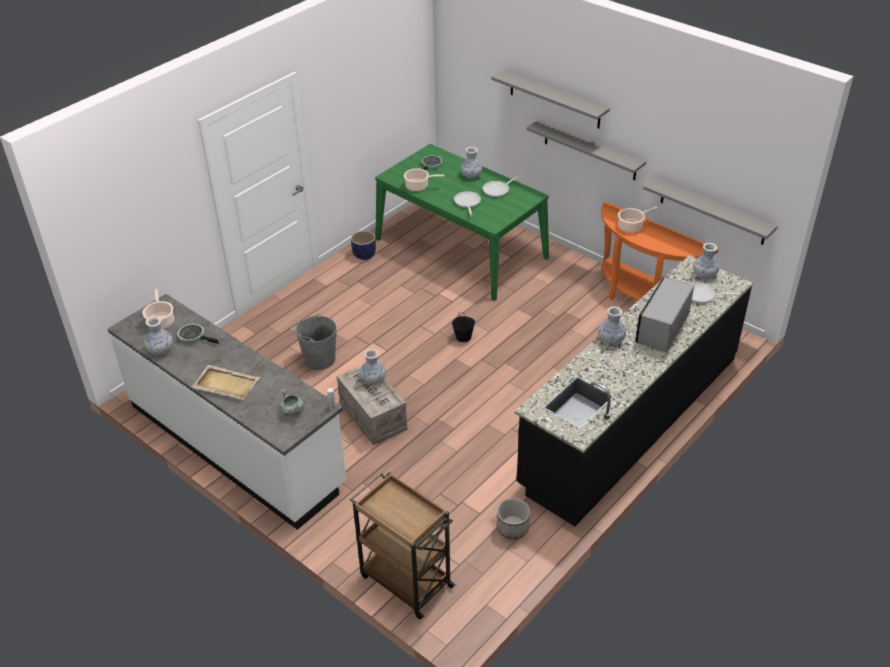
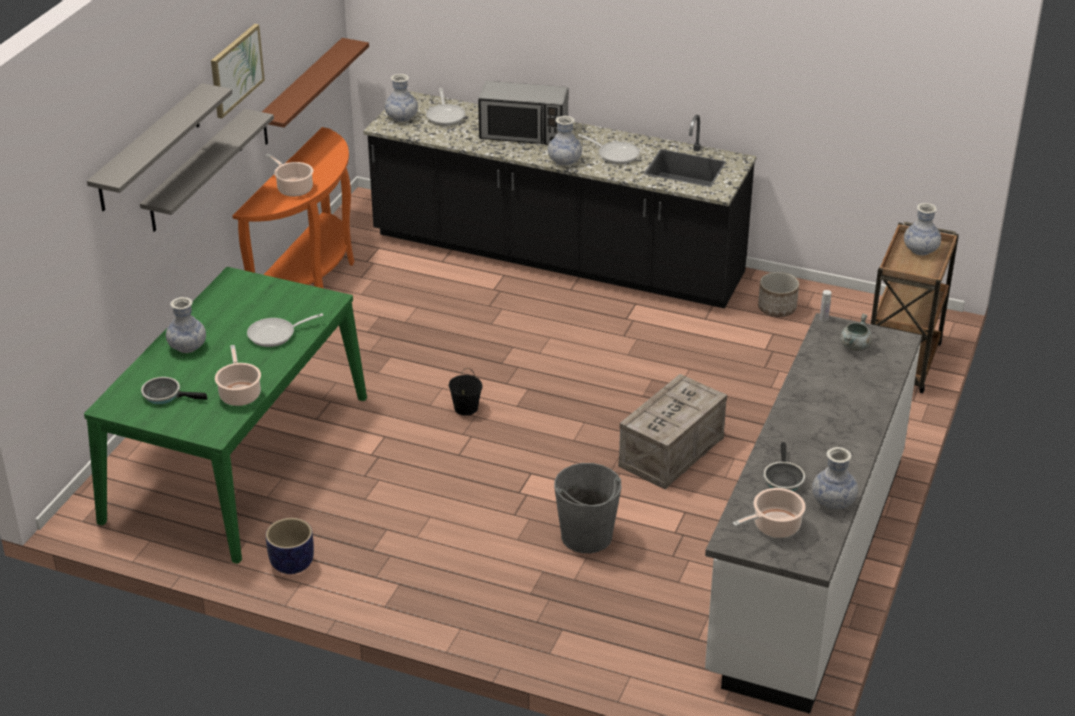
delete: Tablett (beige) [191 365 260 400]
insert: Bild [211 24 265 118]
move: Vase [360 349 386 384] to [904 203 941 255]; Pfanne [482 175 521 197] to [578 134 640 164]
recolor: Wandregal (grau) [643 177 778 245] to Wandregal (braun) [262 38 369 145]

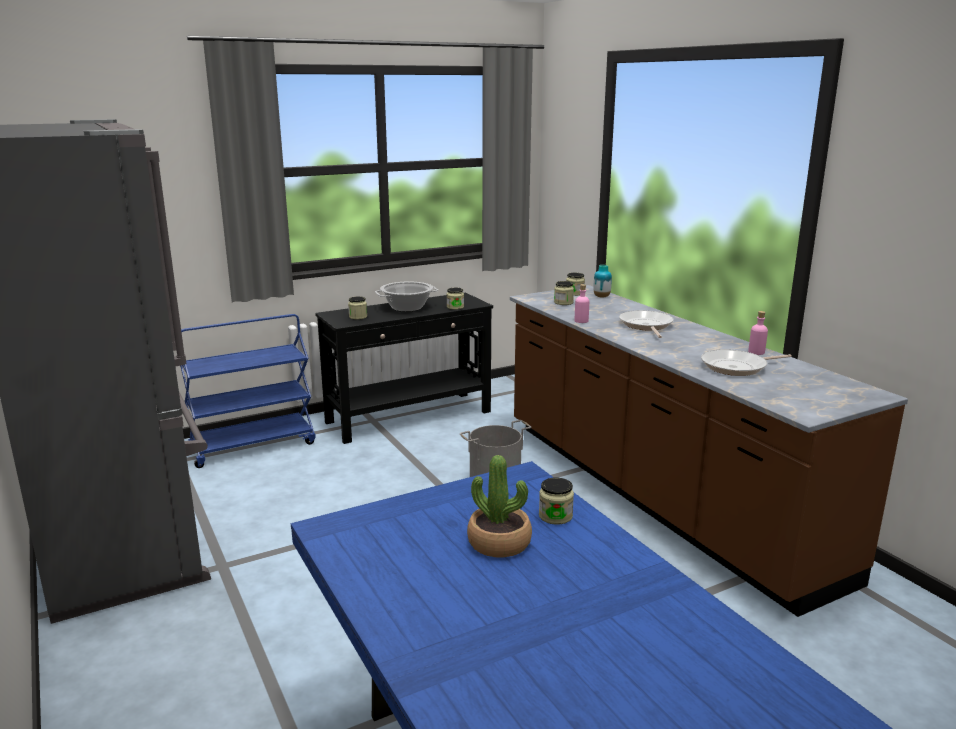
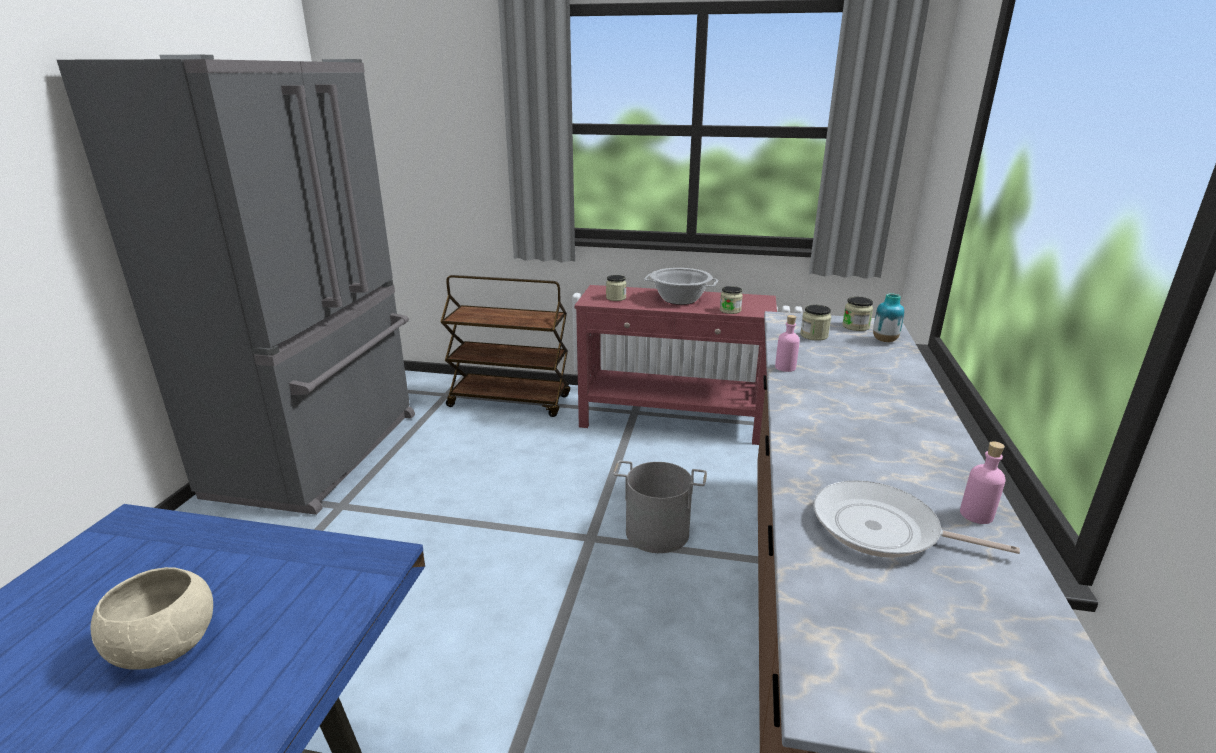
delete: Vorratsglas [539 478 574 525]; Pfanne [619 310 674 338]
replace: Topfpflanze [467 455 532 557] to Schüssel (beige) [90 567 213 669]
recolor: Rollwagen (blau) [180 314 316 468] to Rollwagen (braun) [441 275 570 417]; Konsolentisch (schwarz) [315 292 493 444] to Konsolentisch (rot) [574 285 777 445]

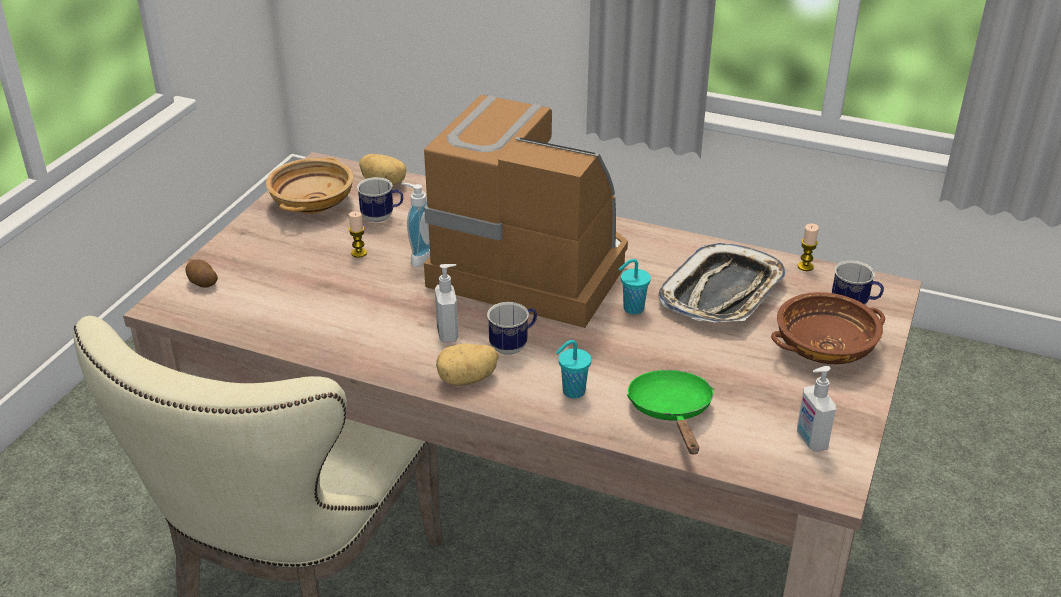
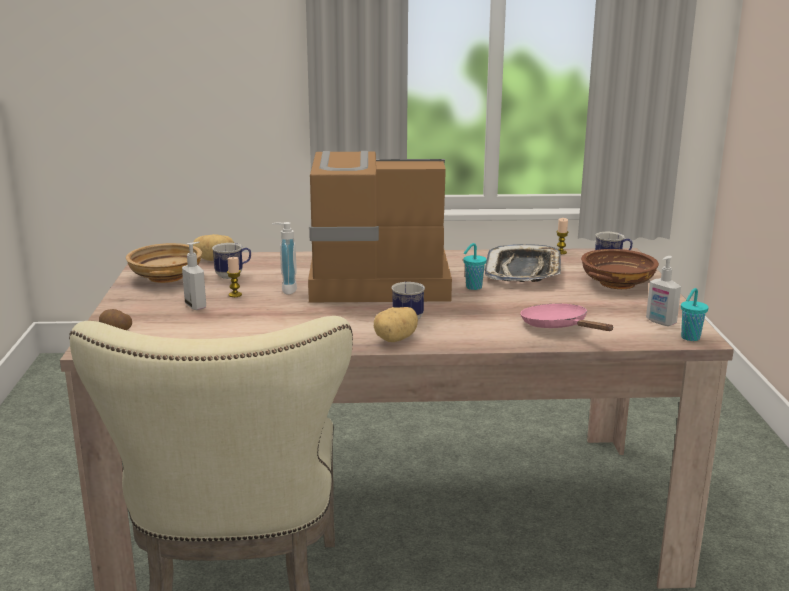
move: Seifenspender [435 264 458 343] to [182 242 206 310]; Tasse (türkis) [556 340 591 399] to [681 288 709 341]
recolor: Pfanne (grün) [627 370 714 454] to Pfanne (rosa) [520 304 614 331]

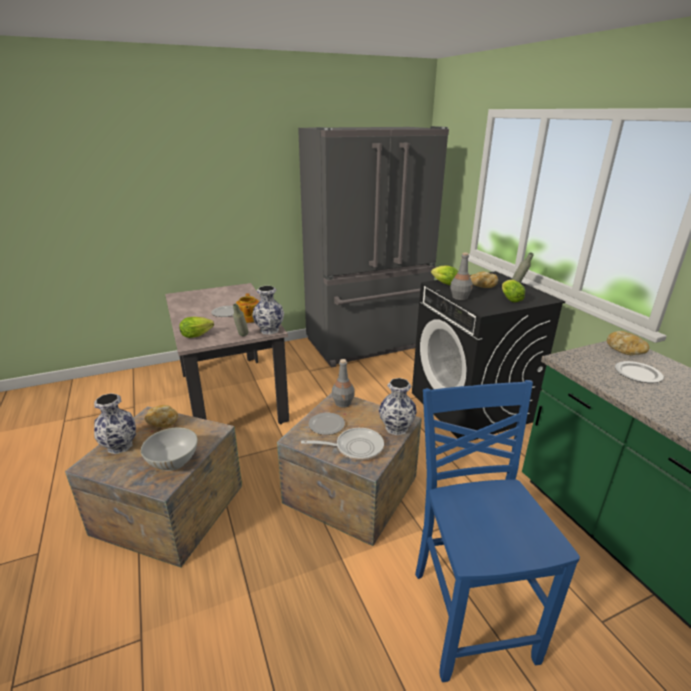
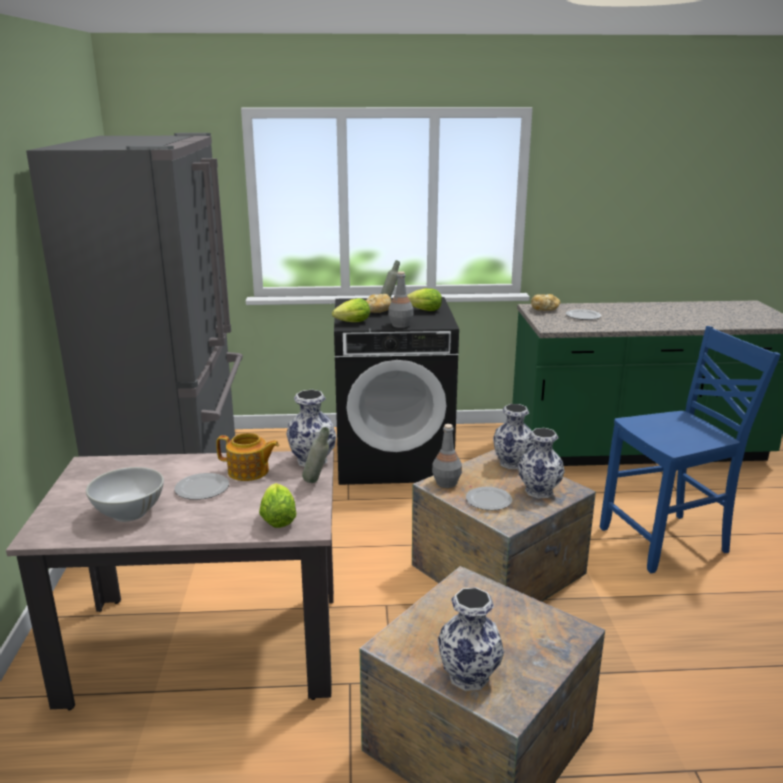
delete: Brot [145 405 178 428]
move: Schüssel (weiß) [141 428 198 471] to [86 467 164 522]
replace: Pfanne [301 428 384 460] to Vase [518 428 565 499]
rotate: Stuhl (blau) [415 380 580 682] = [600 326 781 573] 150 degrees clockwise

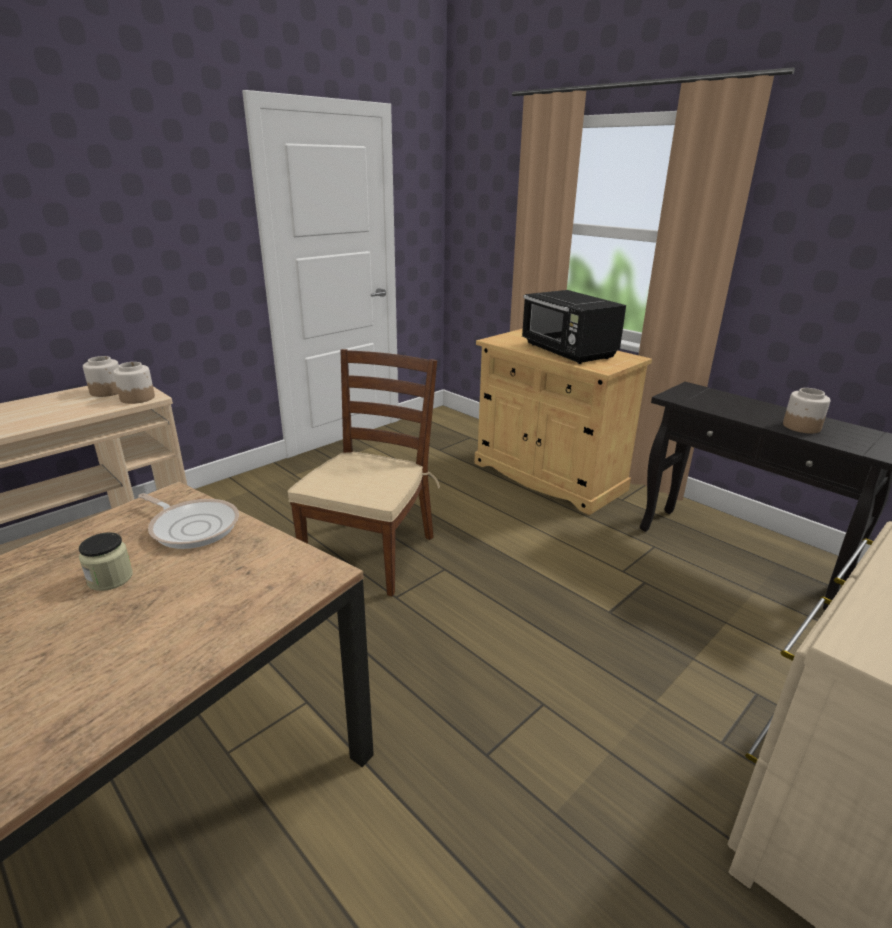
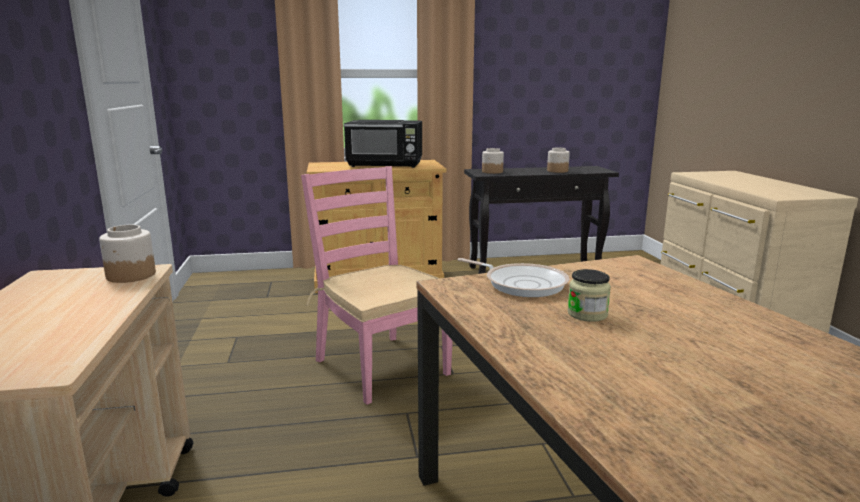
move: Vorratsglas [83 356 119 397] to [482 148 504 174]
recolor: Stuhl (braun) [288 349 440 597] to Stuhl (rosa) [301 166 453 405]
rotate: Pfanne [138 493 239 549] = [458 258 569 297] 60 degrees clockwise

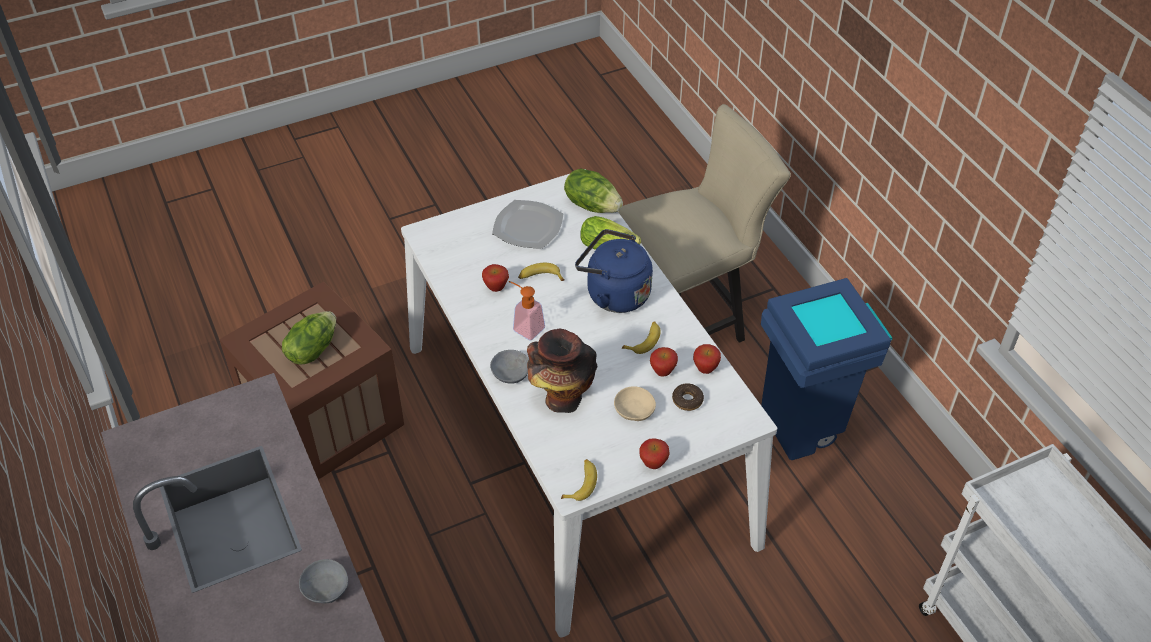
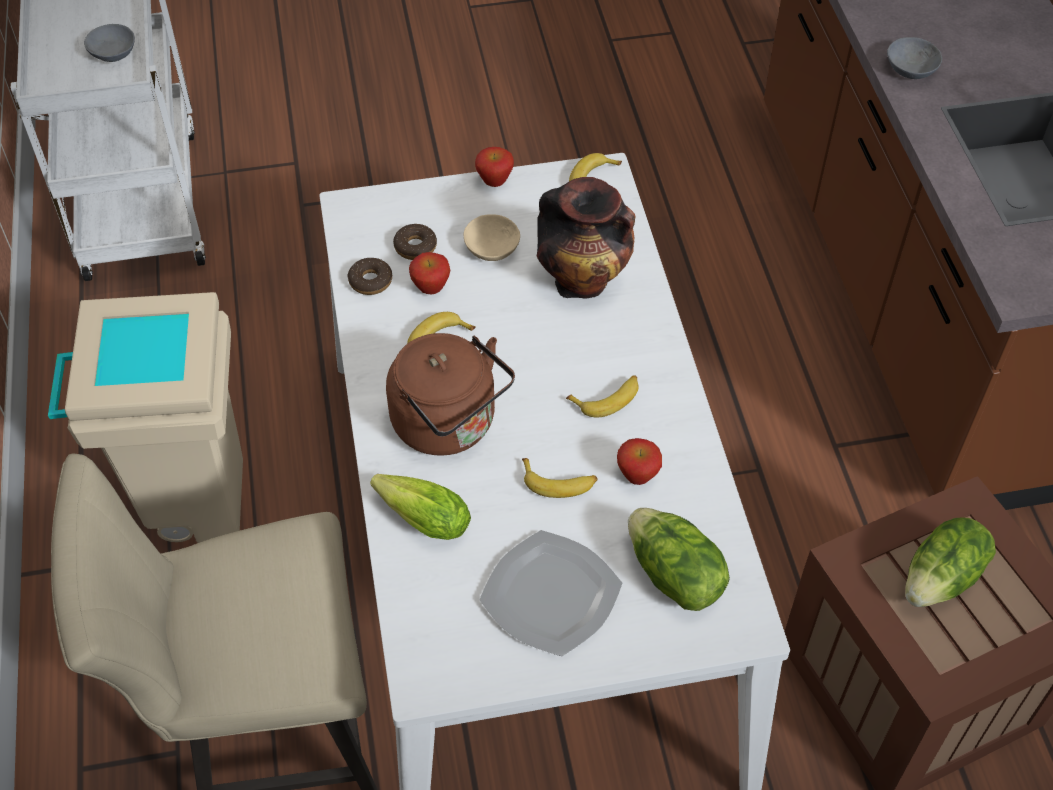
move: Schüssel (grau) [490 350 529 384] to [84 24 135 62]; Salatkopf [564 168 623 213] to [628 508 730 611]
replace: Seifenspender [509 281 545 341] to Banane [566 375 639 418]; Apfel [693 344 721 374] to Donut [348 258 392 295]
recolor: Wasserkessel (blau) [575 229 653 313] to Wasserkessel (braun) [386 333 515 456]; Mülleimer (blau) [761 278 892 460] to Mülleimer (beige) [48 292 243 543]

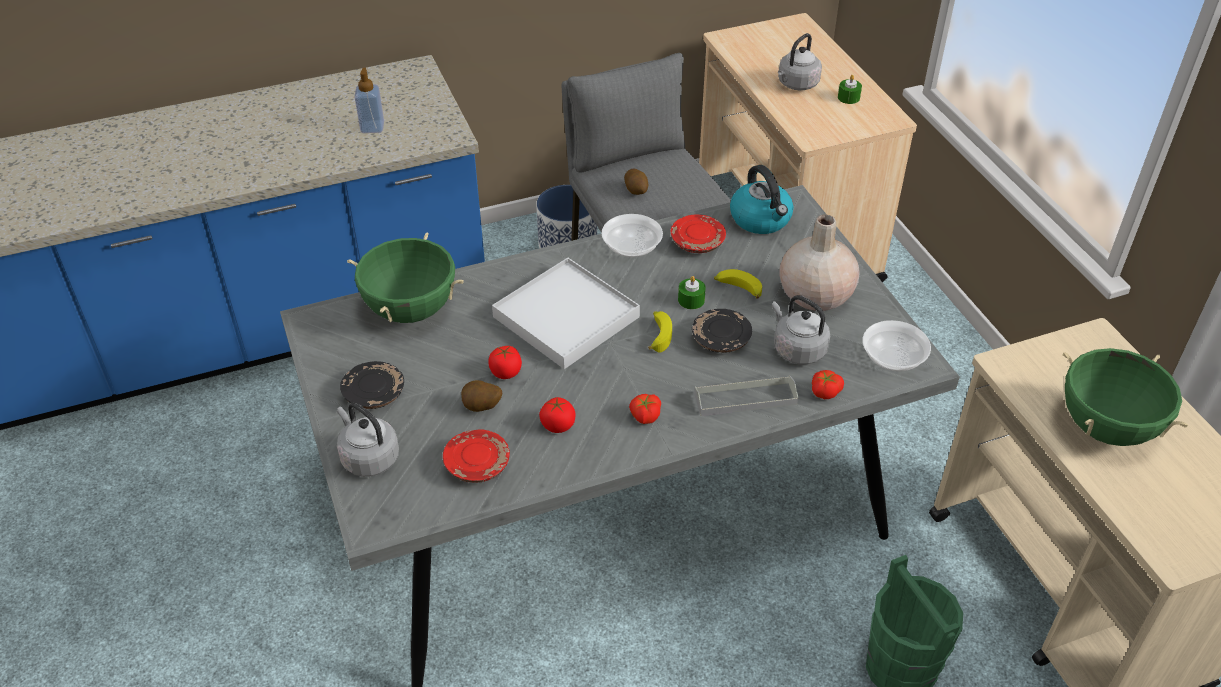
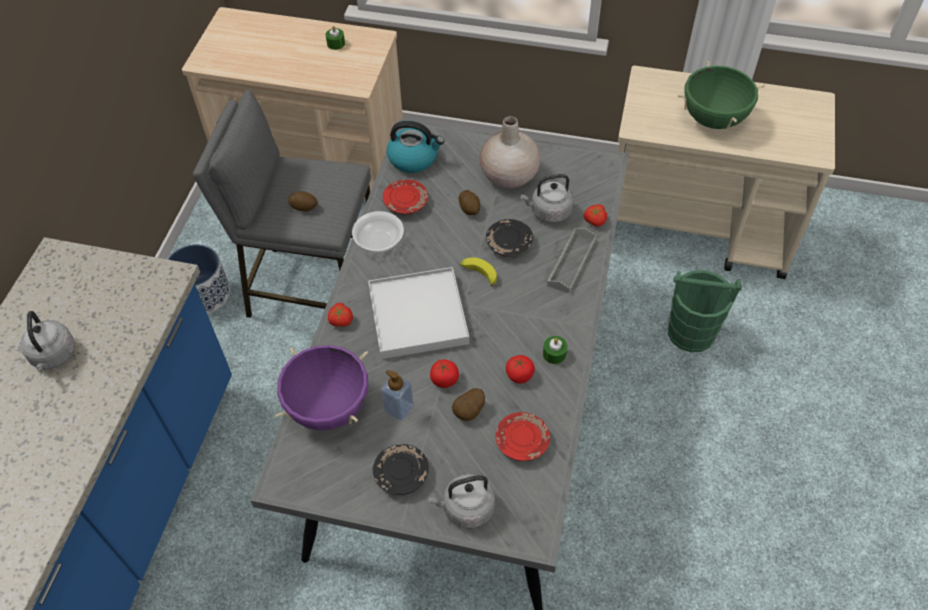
delete: Schüssel [863 320 931 372]
move: Seifenspender [354 68 384 133] to [381 370 414 420]; Tomate [629 394 661 424] to [328 303 353 327]; Kerze (grün) [678 276 706 309] to [543 336 567 364]; Wasserkessel (grau) [778 33 822 90] to [20 311 75 370]
replace: Banane [714 269 762 299] to Kartoffel [459 190 480 215]
recolor: Kochtopf (grün) [347 233 464 323] to Kochtopf (lila) [275 345 368 431]

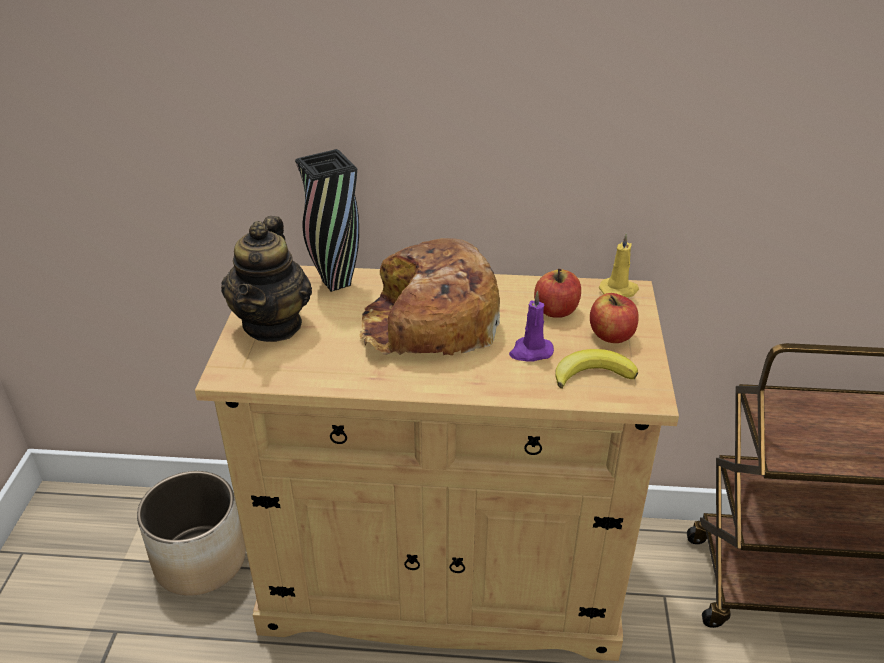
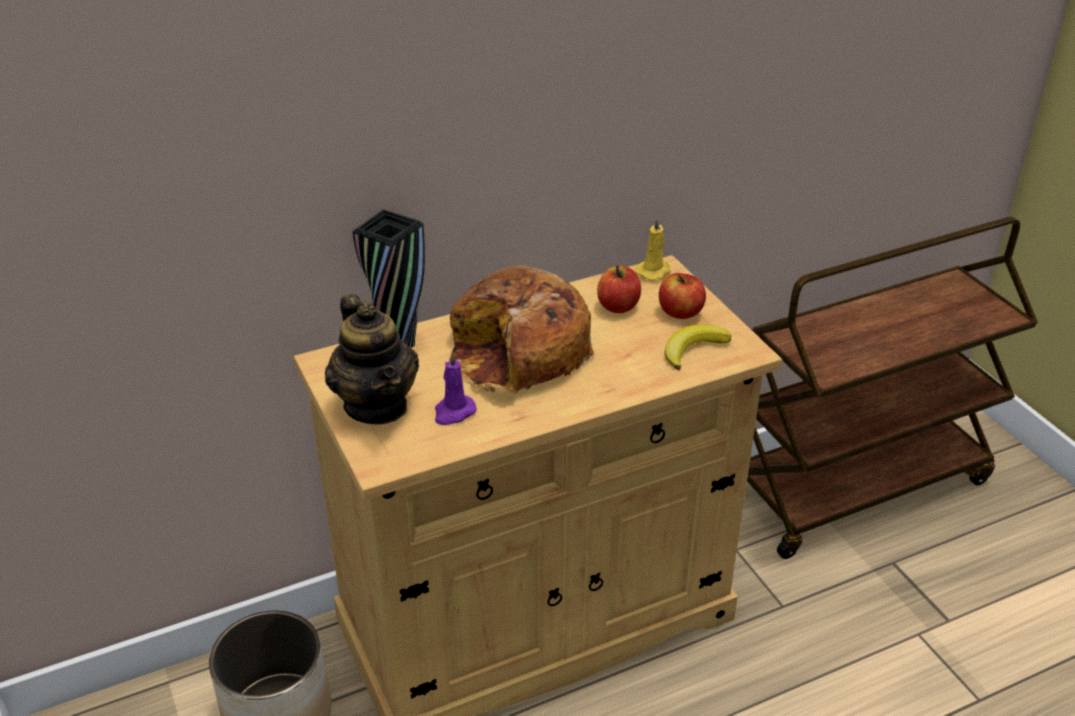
move: Kerze (lila) [509 291 554 362] to [435 352 477 425]

